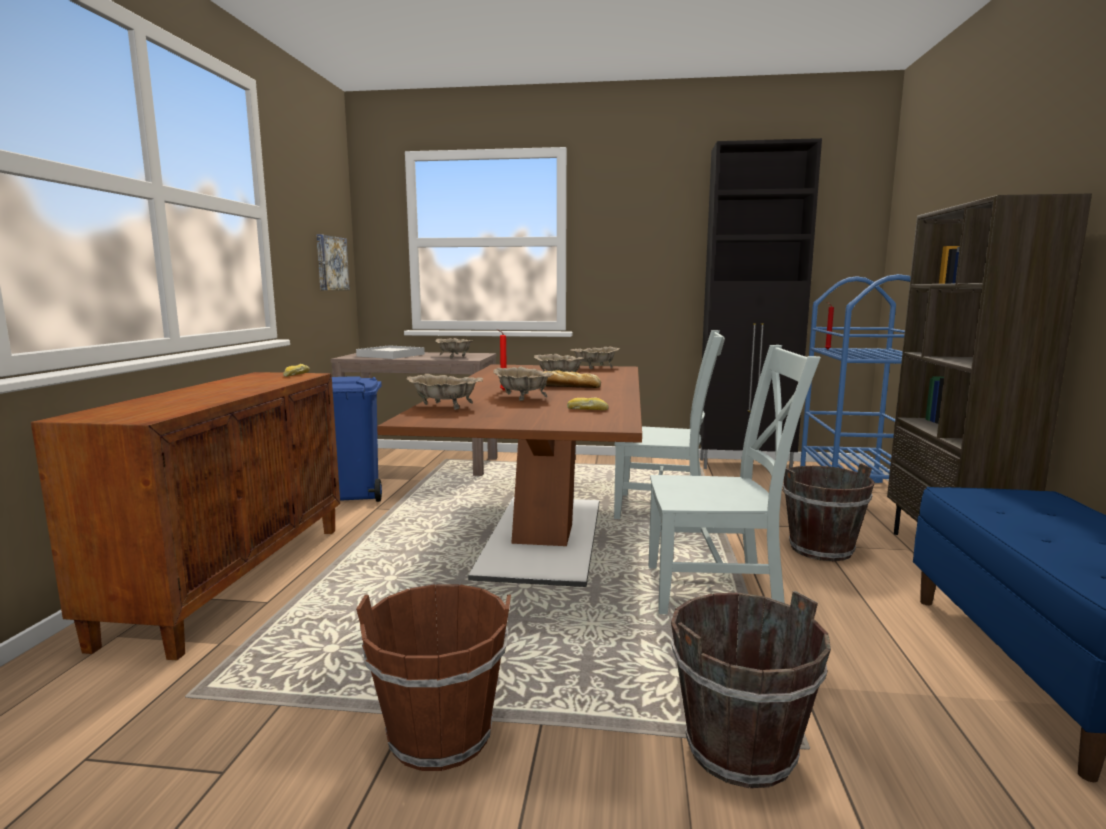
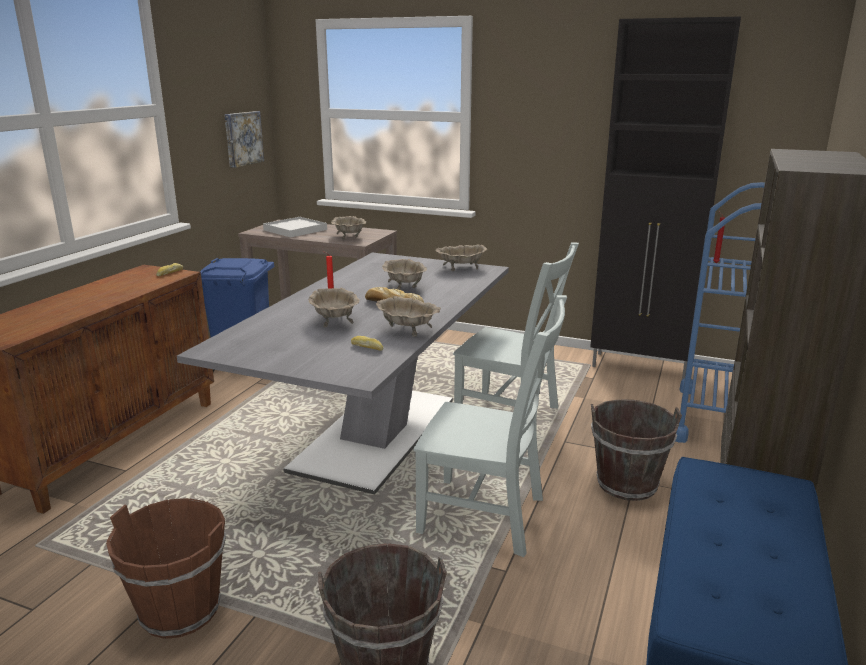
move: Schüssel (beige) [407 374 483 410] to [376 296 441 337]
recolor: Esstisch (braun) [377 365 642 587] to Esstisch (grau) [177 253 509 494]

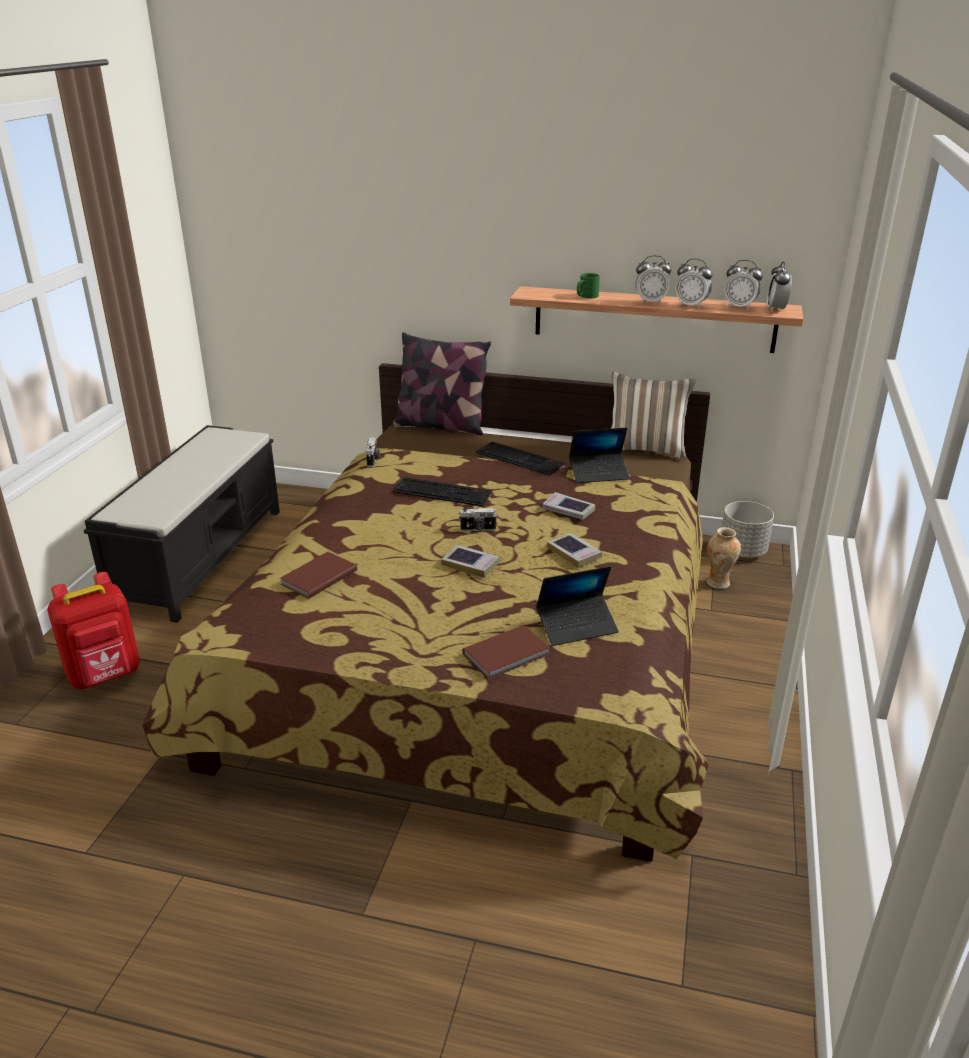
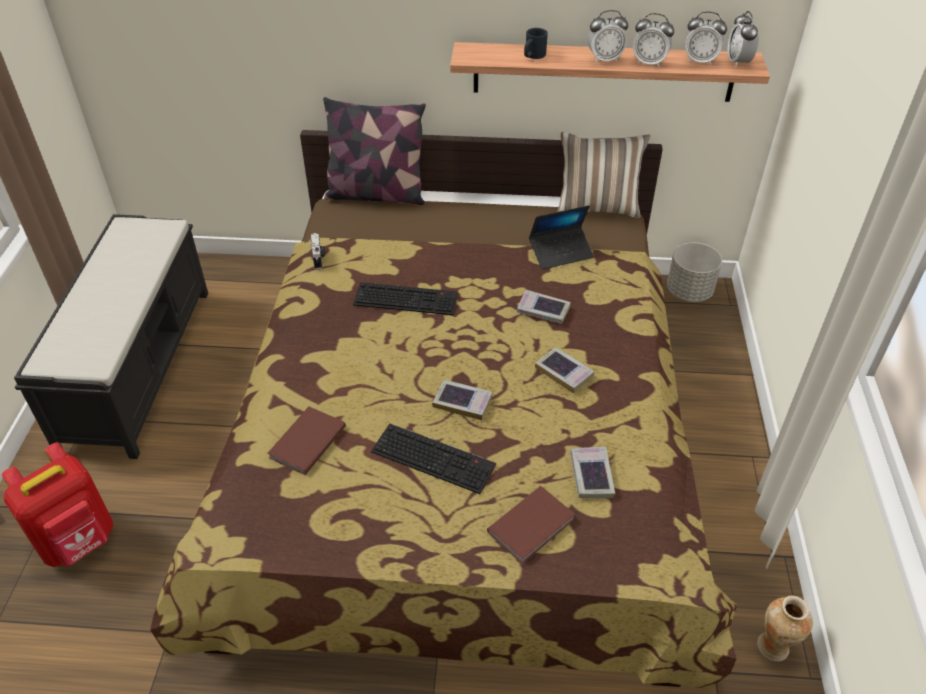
delete: Kamera [459 508 498 531]
move: Tastatur [476 441 565 476] to [371 424 496 494]; Vase [707 527 741 589] to [757 596 813 662]
replace: Laptop [536 566 619 646] to Buch [570 447 615 498]
recolor: Henkelbecher (grün) [577 273 600 299] to Henkelbecher (schwarz) [524 28 548 59]

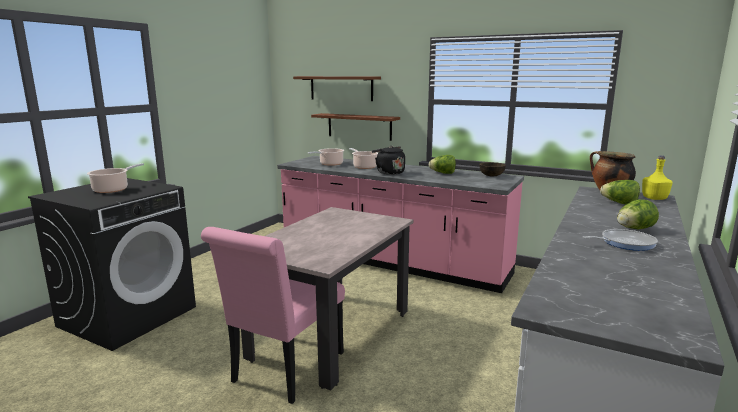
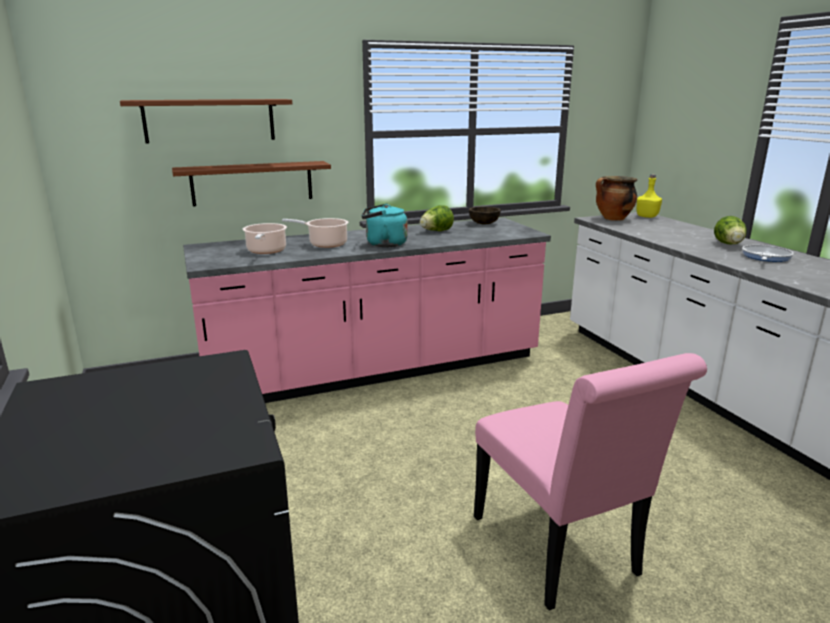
delete: Kochtopf [87 163 144 193]; Esstisch (beige) [241 207 414 391]; Salatkopf [600 180 640 205]
recolor: Wasserkessel (schwarz) [372 146 405 175] to Wasserkessel (türkis) [361 203 408 247]

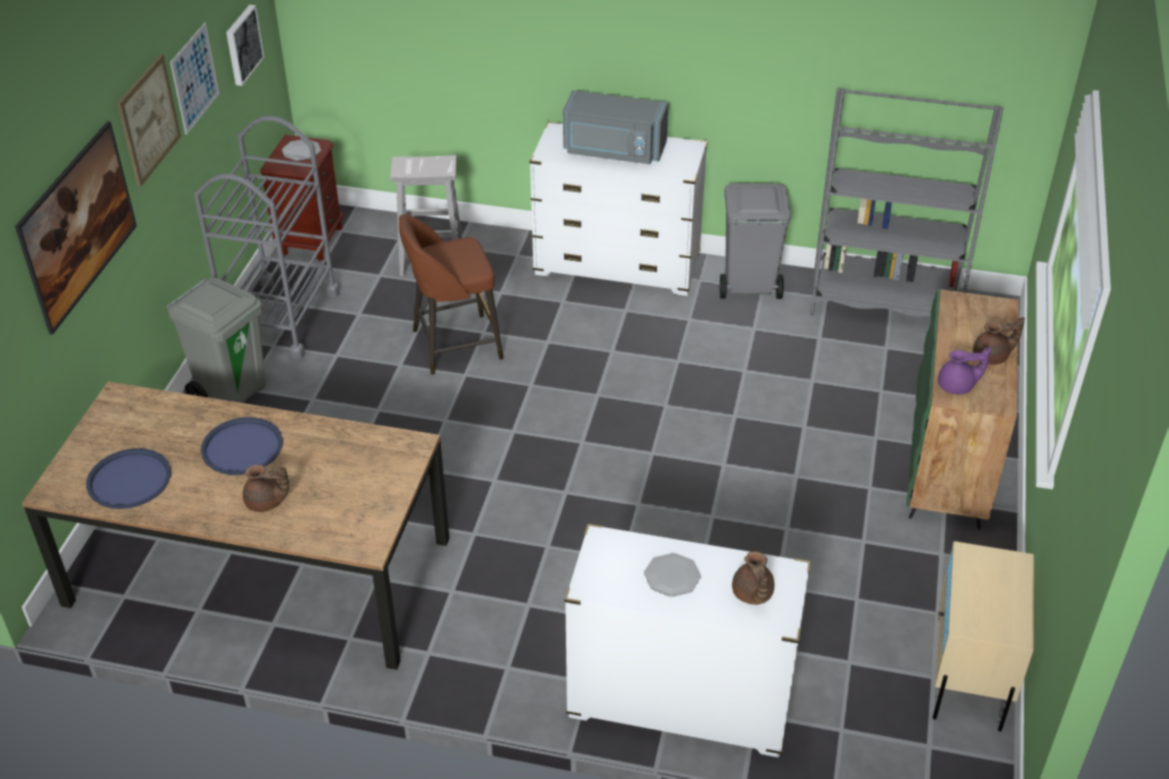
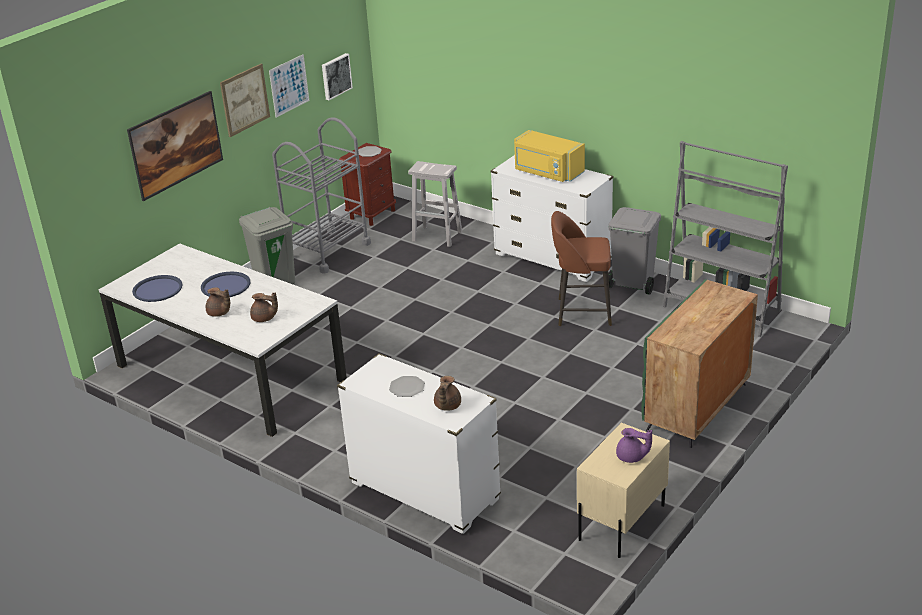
move: Hocker (braun) [399 214 504 375] to [551 211 612 326]; Teekanne (lila) [938 347 991 394] to [616 428 652 463]; Teekanne (braun) [973 317 1025 365] to [250 292 278 322]
recolor: Esstisch (braun) [22 382 450 670] to Esstisch (weiß) [99 243 347 437]; Mikrowelle (grau) [563 90 668 164] to Mikrowelle (gelb) [514 130 585 182]

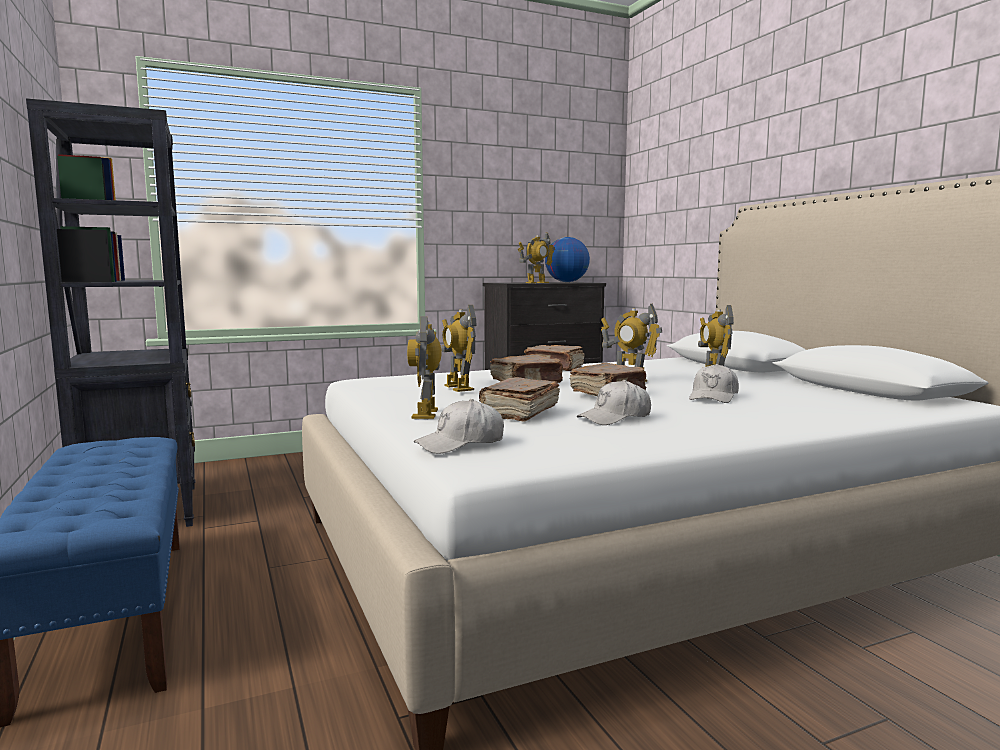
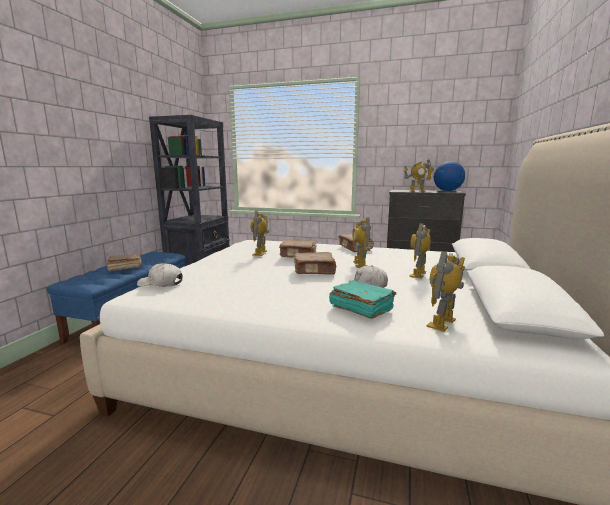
delete: Kappe (weiß) [577 380 651 425]
insert: Buch (türkis) [329 280 396 319]
move: Spielzeugroboter [407 316 442 419] to [426 251 465 332]; Buch (braun) [479 377 560 422] to [107 253 142 272]

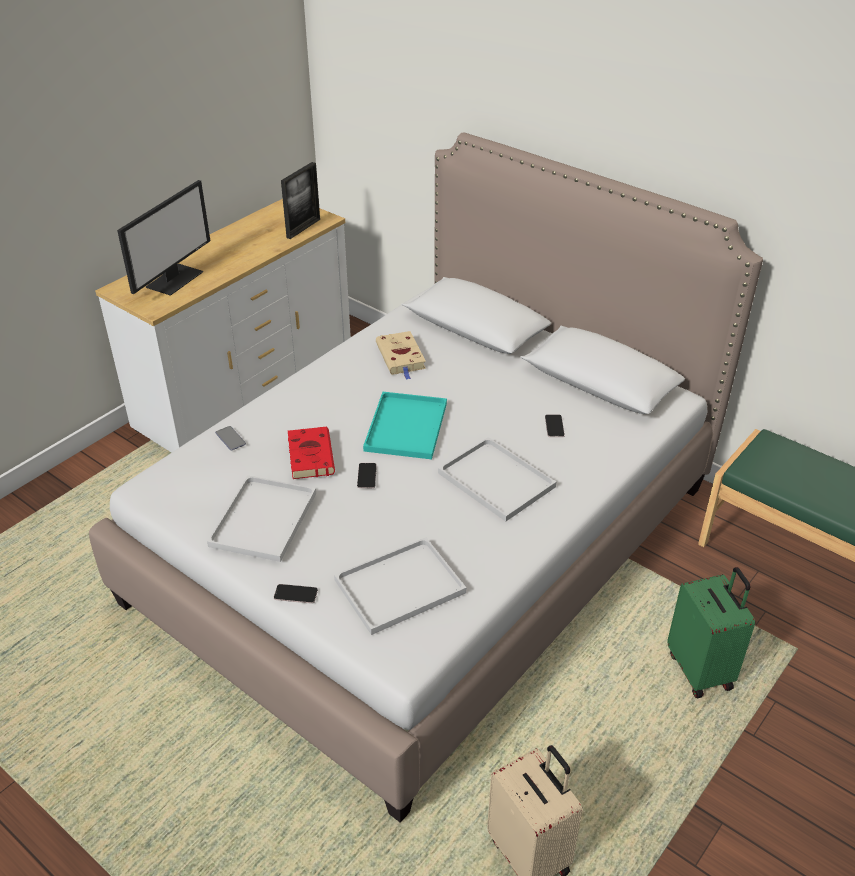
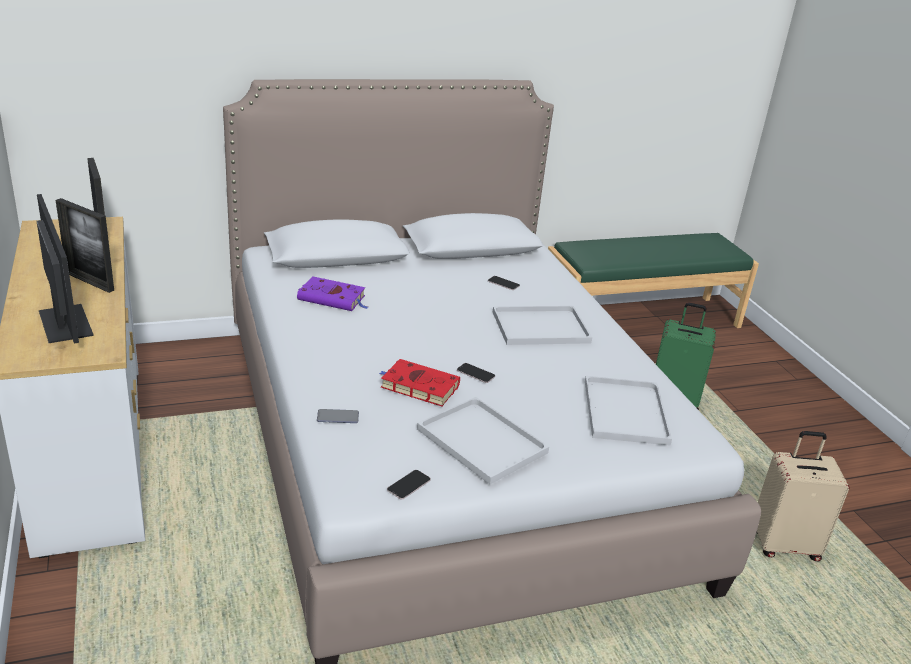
delete: Tablett (türkis) [363 392 447 459]
insert: Bilderrahmen [56 198 114 293]
move: Handy [274 584 318 604] to [387 470 431 499]
recolor: Buch (beige) [376 331 426 380] to Buch (lila) [297 277 368 311]

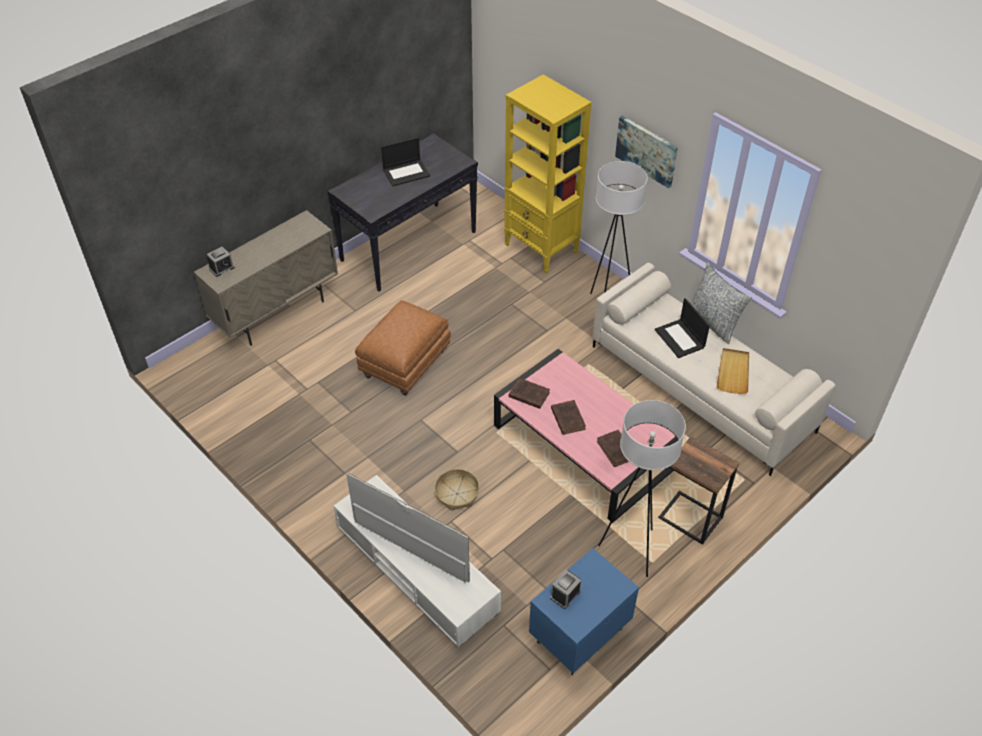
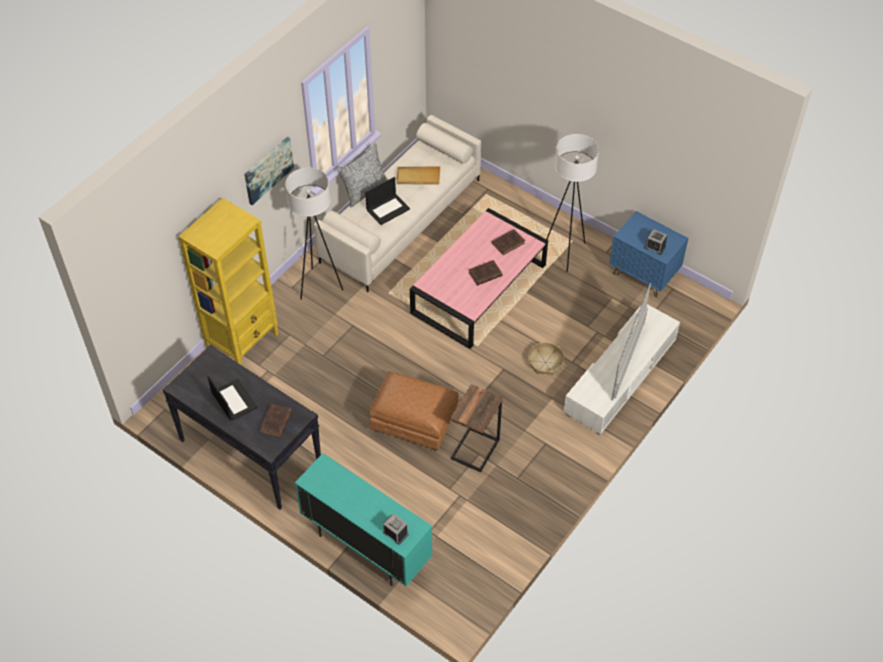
move: Buch (braun) [509 378 550 409] to [259 404 292 438]; Beistelltisch [658 436 740 545] to [450 384 503 472]
recolor: Schrank (beige) [194 210 338 346] to Schrank (türkis) [295 453 432 587]

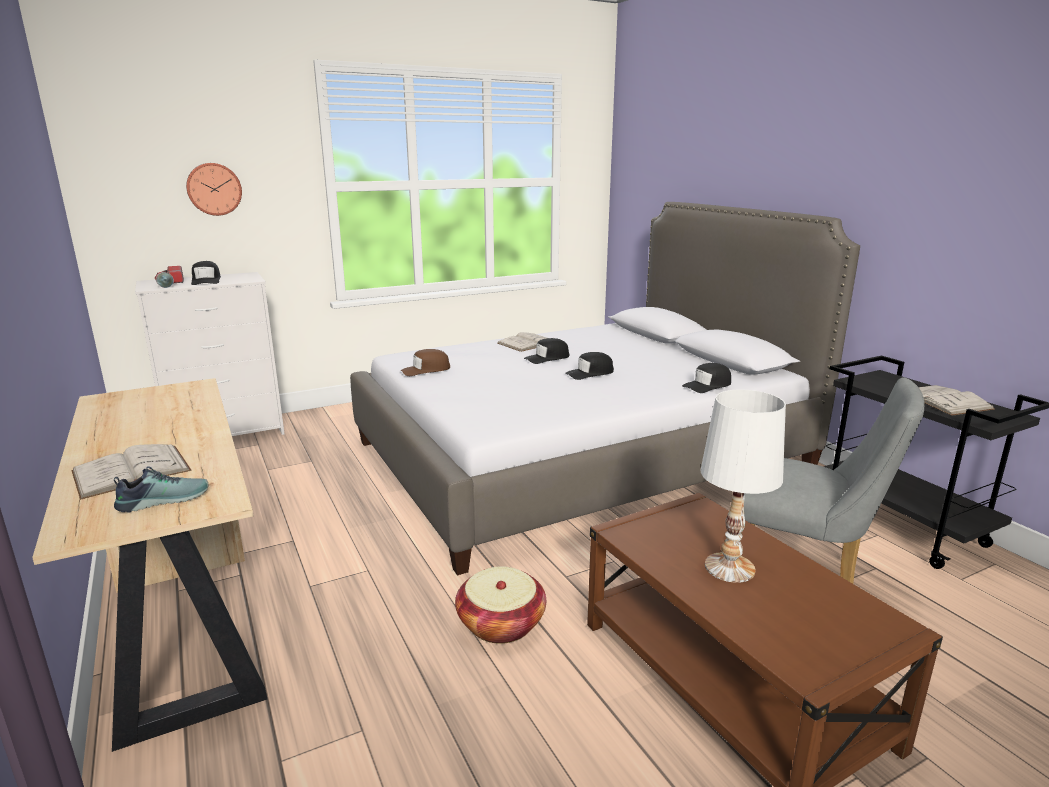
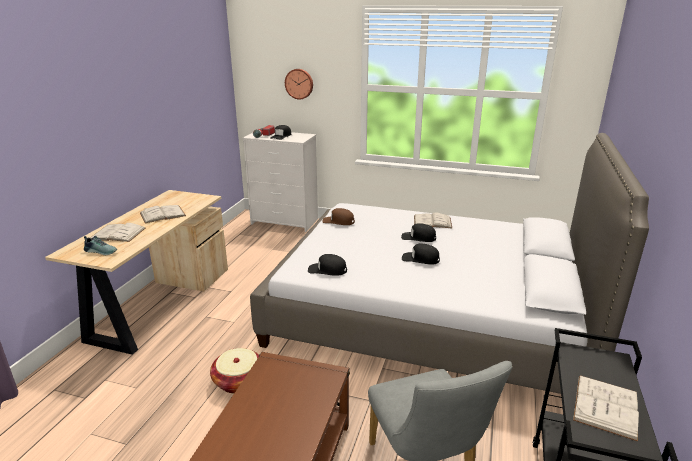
delete: Tischlampe (weiß) [701 390 786 583]
insert: Buch (weiß) [140 205 186 224]
move: Kappe (schwarz) [682 363 731 393] to [308 254 347 276]

